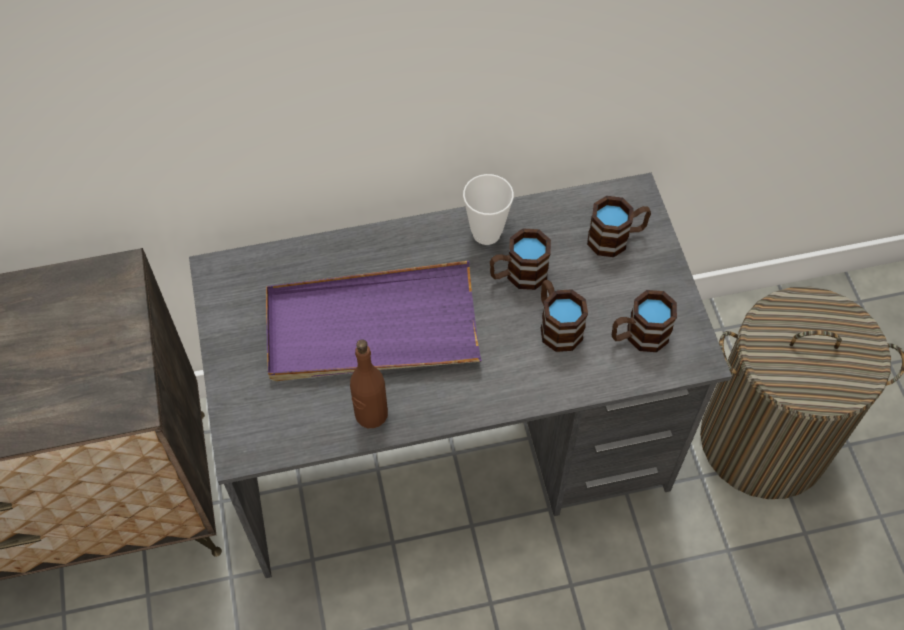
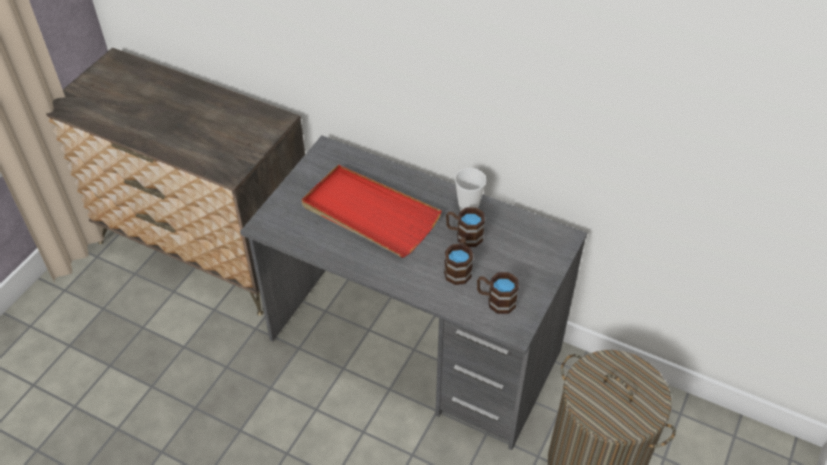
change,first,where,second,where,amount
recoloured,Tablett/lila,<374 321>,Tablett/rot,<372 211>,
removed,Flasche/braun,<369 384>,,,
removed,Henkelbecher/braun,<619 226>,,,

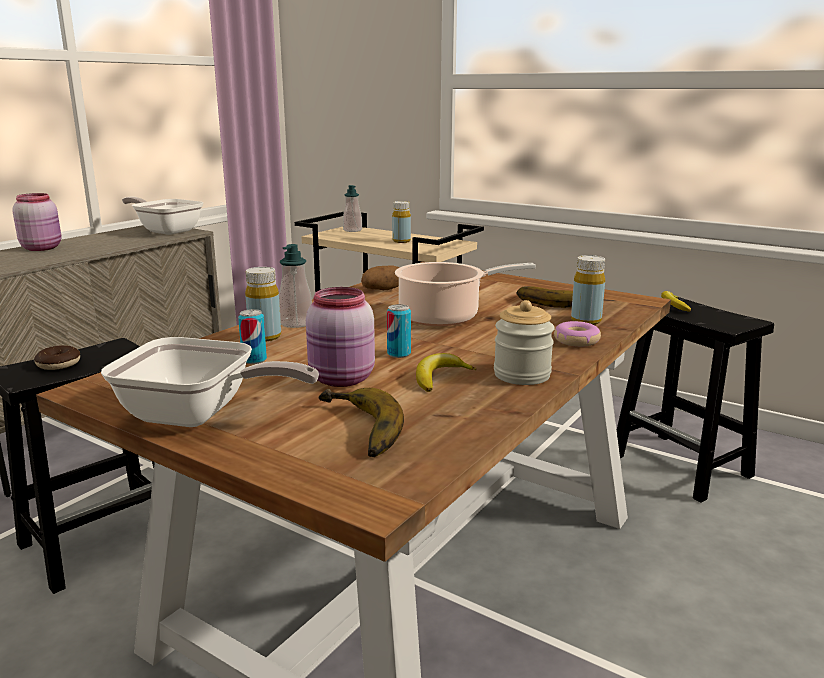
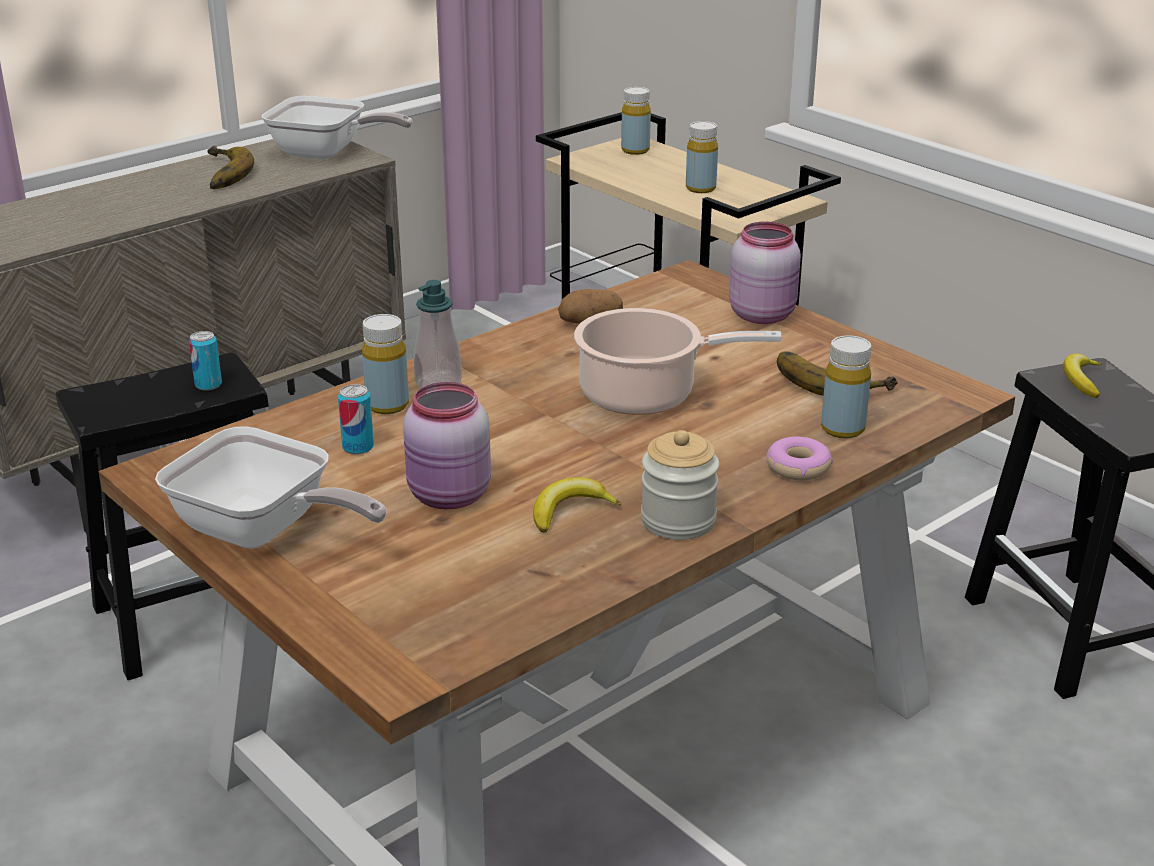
change,first,where,second,where,amount
moved,Vorratsglas/rosa,<36 222>,,<765 273>,
removed,Donut,<57 357>,,,
turned,Pfanne,<162 216>,,<337 127>,150 degrees clockwise
moved,Banane,<361 422>,,<230 167>,
replaced,Seifenspender,<352 208>,Flasche/gelb,<636 121>,
moved,Dose,<399 331>,,<205 361>,

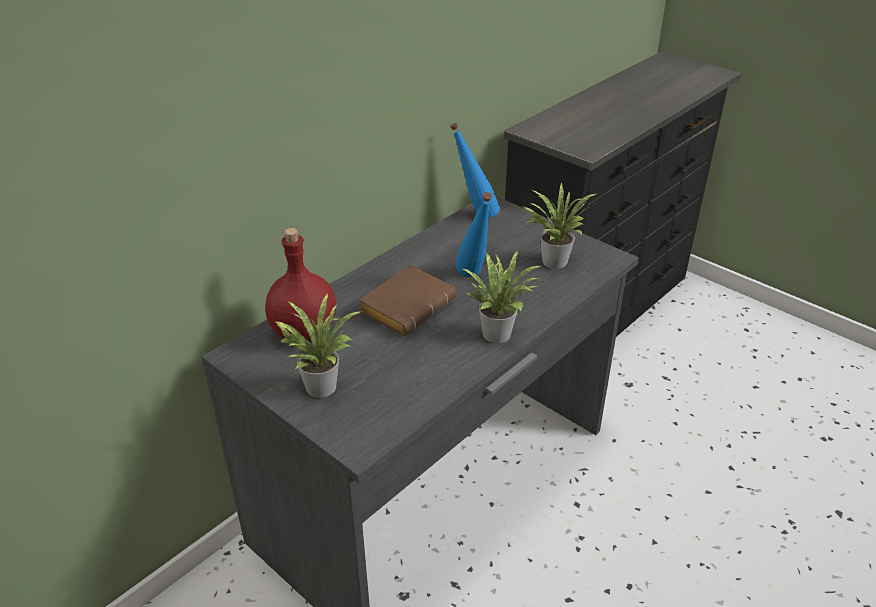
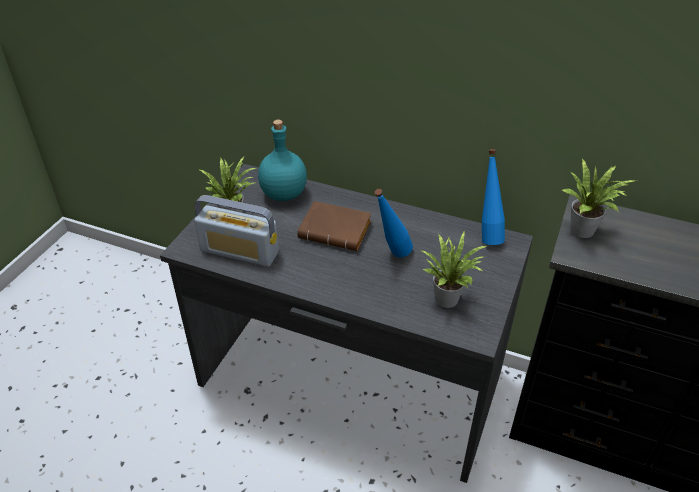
change,first,where,second,where,amount
recoloured,Flasche/rot,<300 285>,Flasche/türkis,<282 160>,
moved,Topfpflanze,<501 297>,,<599 198>,
added,,,Radio,<236 231>,

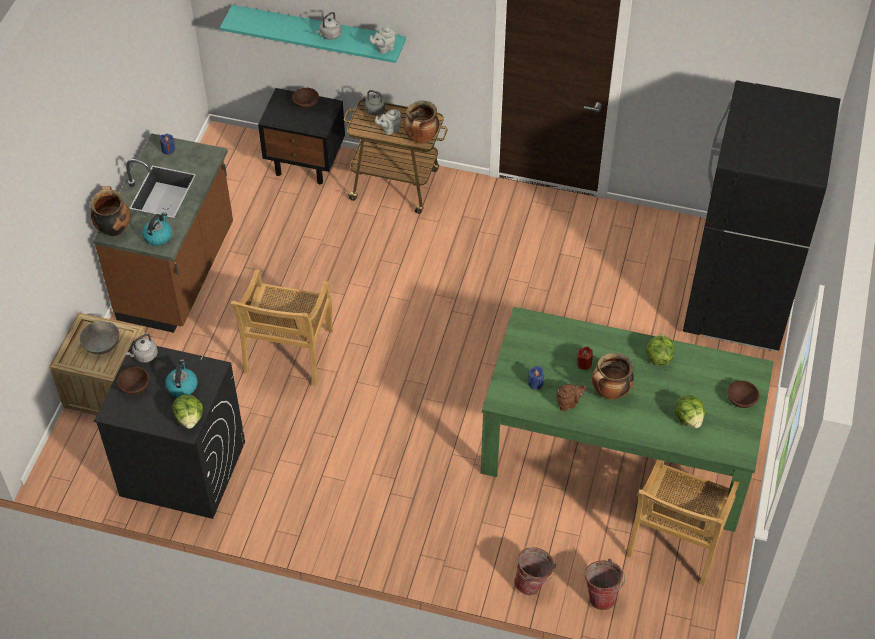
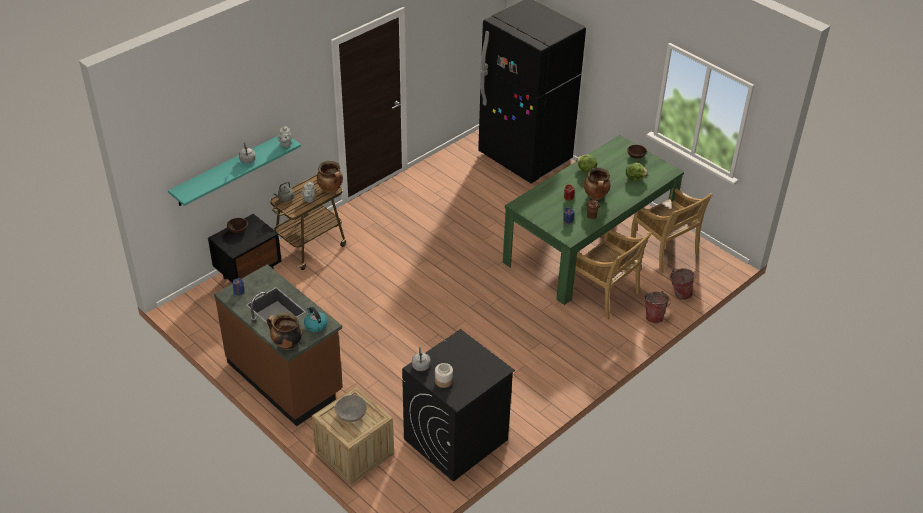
change,first,where,second,where,amount
replaced,Schüssel/braun,<133 380>,Vorratsglas,<444 375>,
removed,Wasserkessel,<181 378>,,,
removed,Salatkopf,<187 411>,,,
moved,Stuhl/beige,<282 327>,,<612 274>,

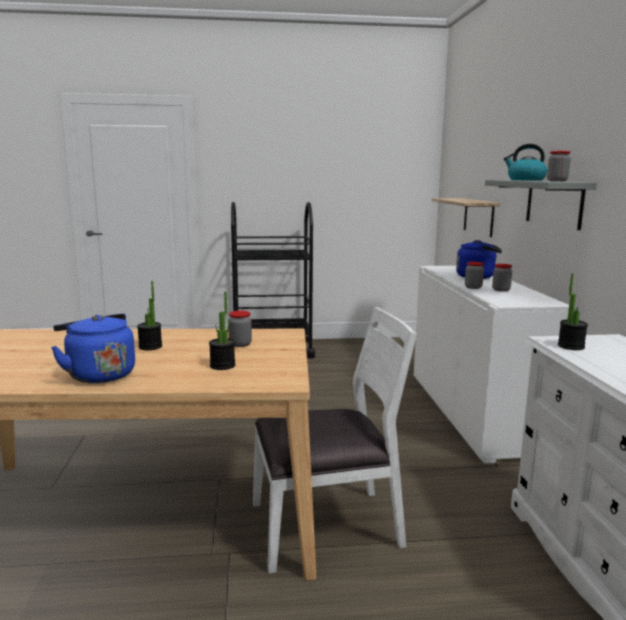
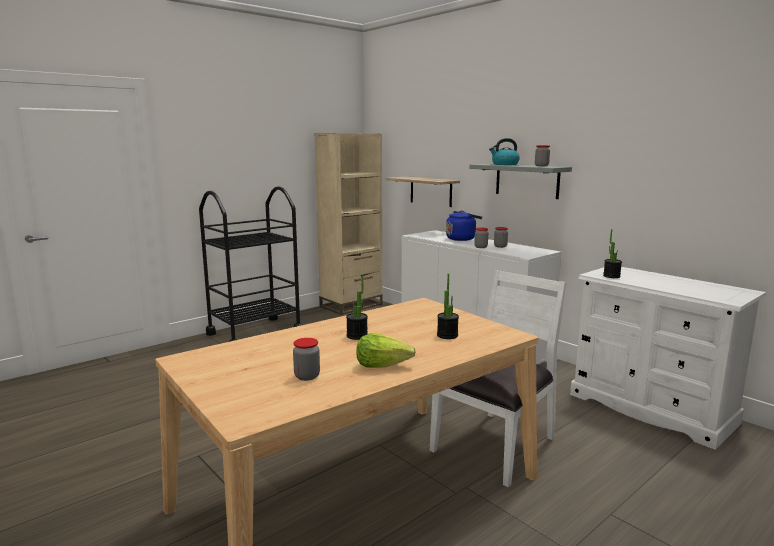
change,first,where,second,where,amount
replaced,Wasserkessel/blau,<93 348>,Salatkopf,<386 350>,
moved,Vorratsglas,<240 329>,,<306 359>,
added,,,Bücherregal/beige,<348 224>,

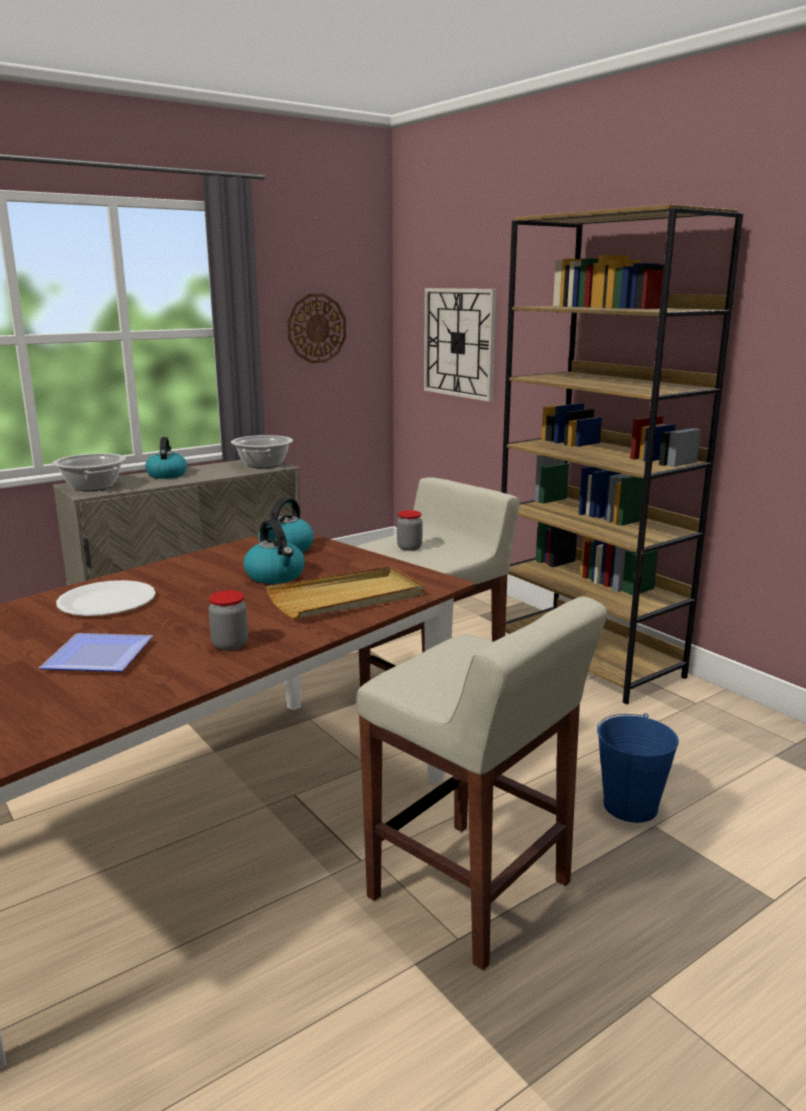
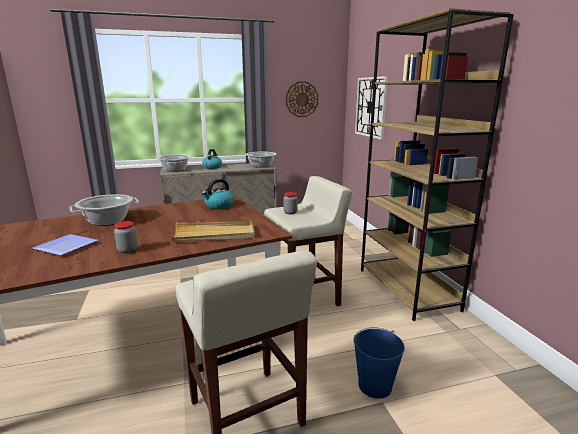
change,first,where,second,where,amount
replaced,Teller/weiß,<106 598>,Kochtopf,<104 210>,
removed,Wasserkessel,<274 551>,,,

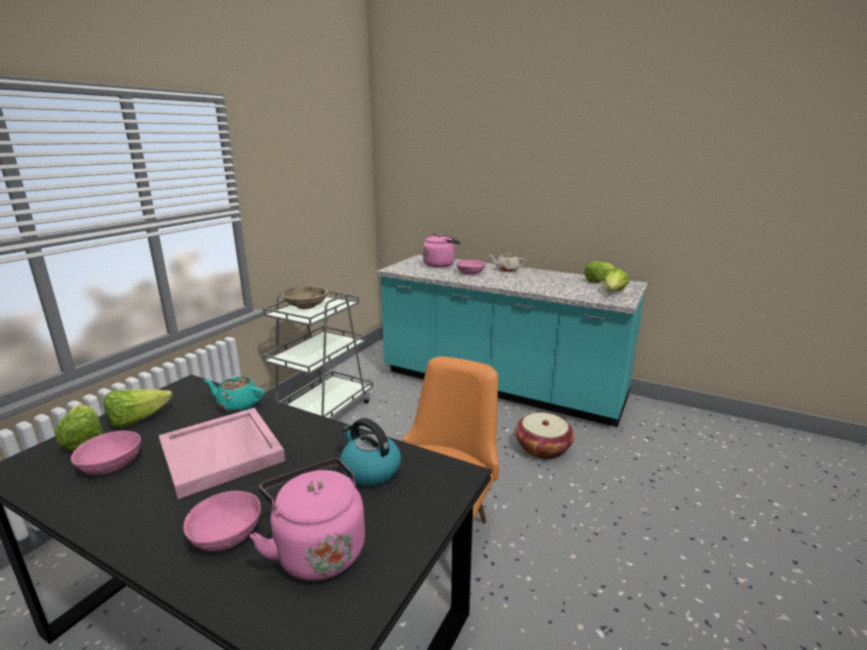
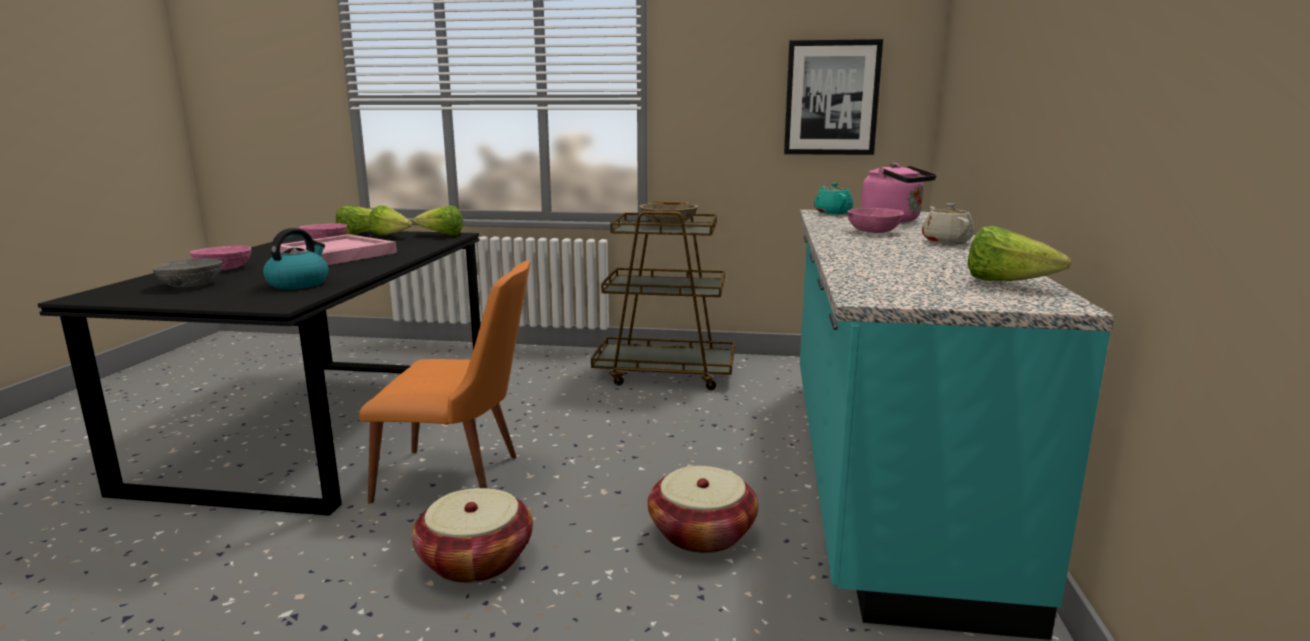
change,first,where,second,where,amount
moved,Teekanne/türkis,<234 394>,,<833 198>,
replaced,Wasserkessel/rosa,<307 519>,Schüssel/grau,<187 273>,
recoloured,Rollwagen/grau,<318 352>,Rollwagen/braun,<663 295>,
moved,Salatkopf,<616 280>,,<438 221>,
added,,,Korb,<472 535>,
added,,,Bild,<833 97>,

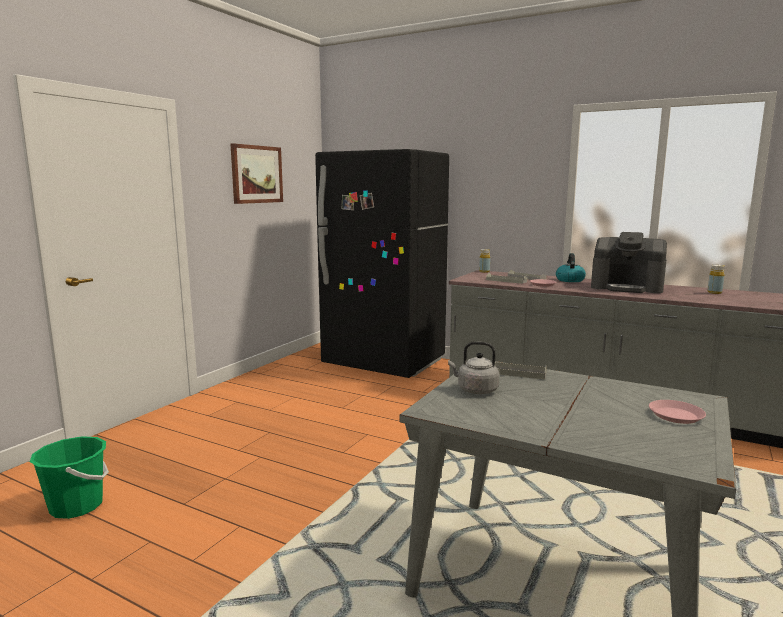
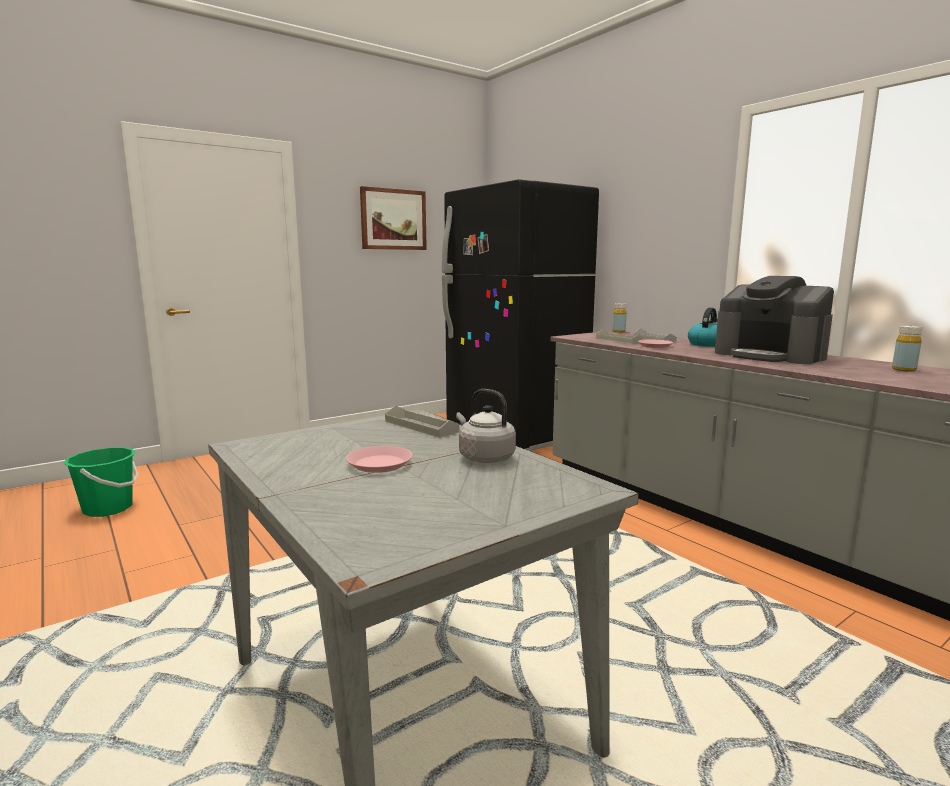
change,first,where,second,where,amount
moved,Wasserkessel/grau,<473 367>,,<486 426>,
moved,Teller/rosa,<677 412>,,<379 459>,

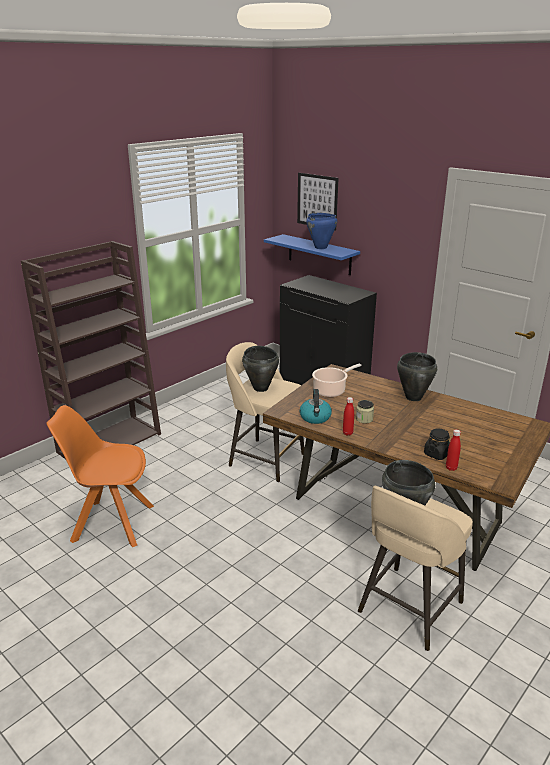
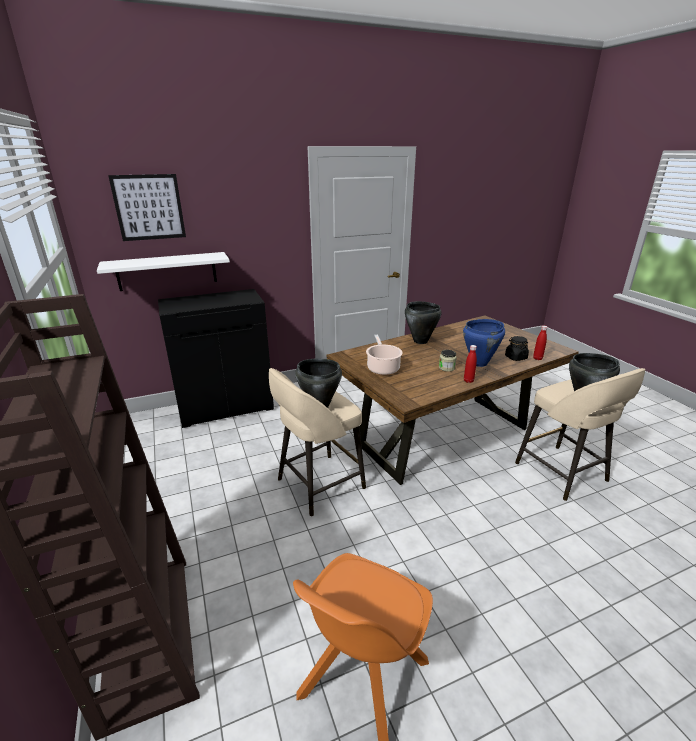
change,first,where,second,where,amount
recoloured,Wandregal/blau,<312 254>,Wandregal/weiß,<163 271>,
removed,Wasserkessel,<316 406>,,,
moved,Kochtopf/blau,<321 231>,,<484 343>,

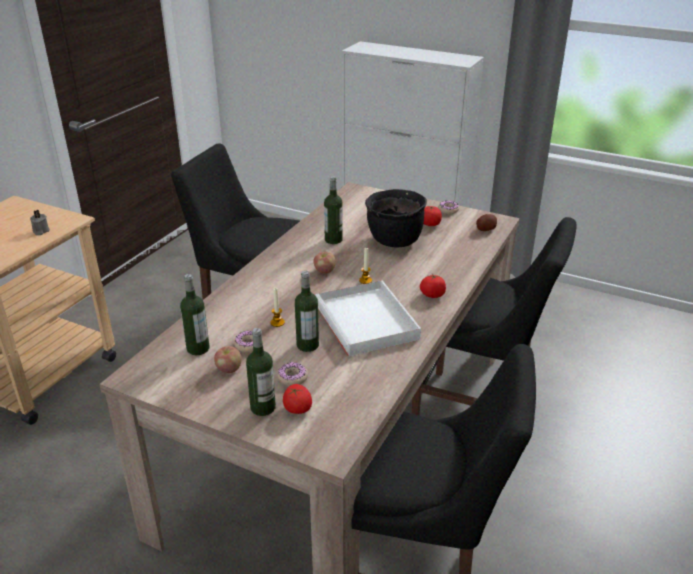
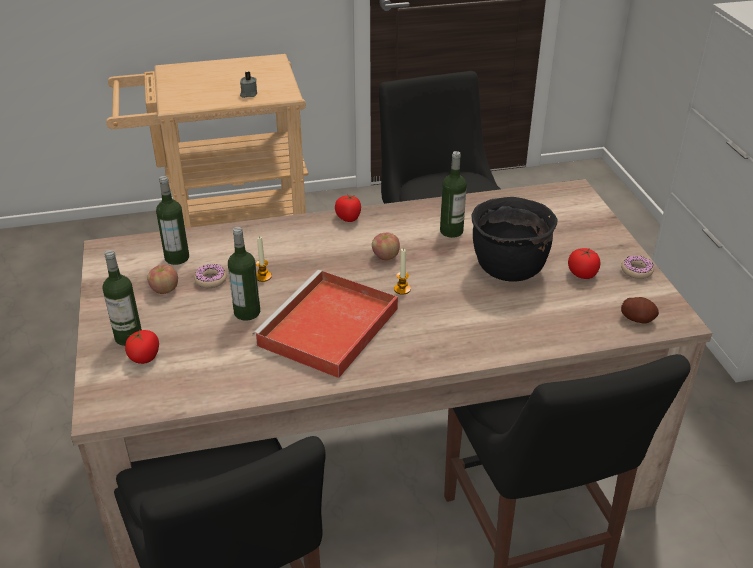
change,first,where,second,where,amount
removed,Donut,<293 374>,,,
recoloured,Tablett/weiß,<368 318>,Tablett/rot,<325 324>,
moved,Tomate,<433 286>,,<348 208>,

